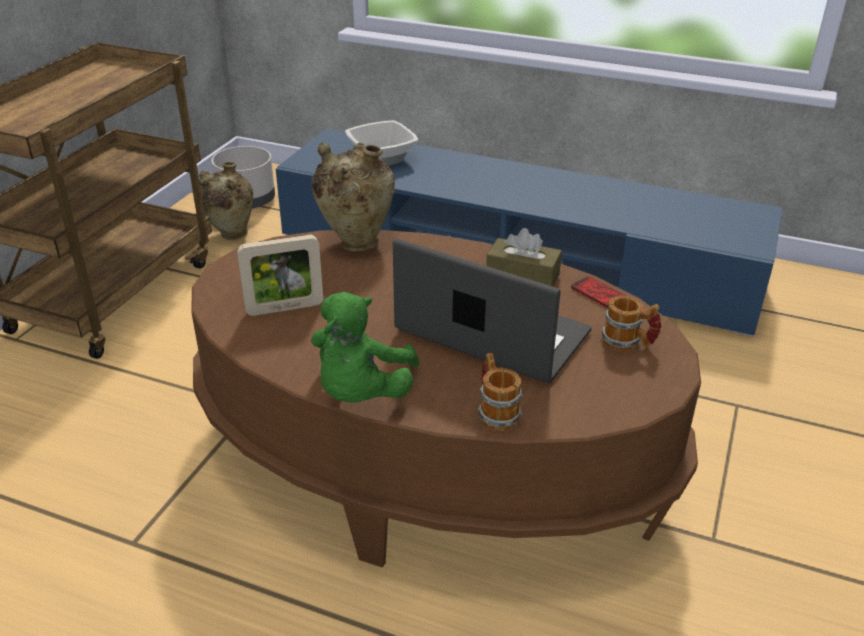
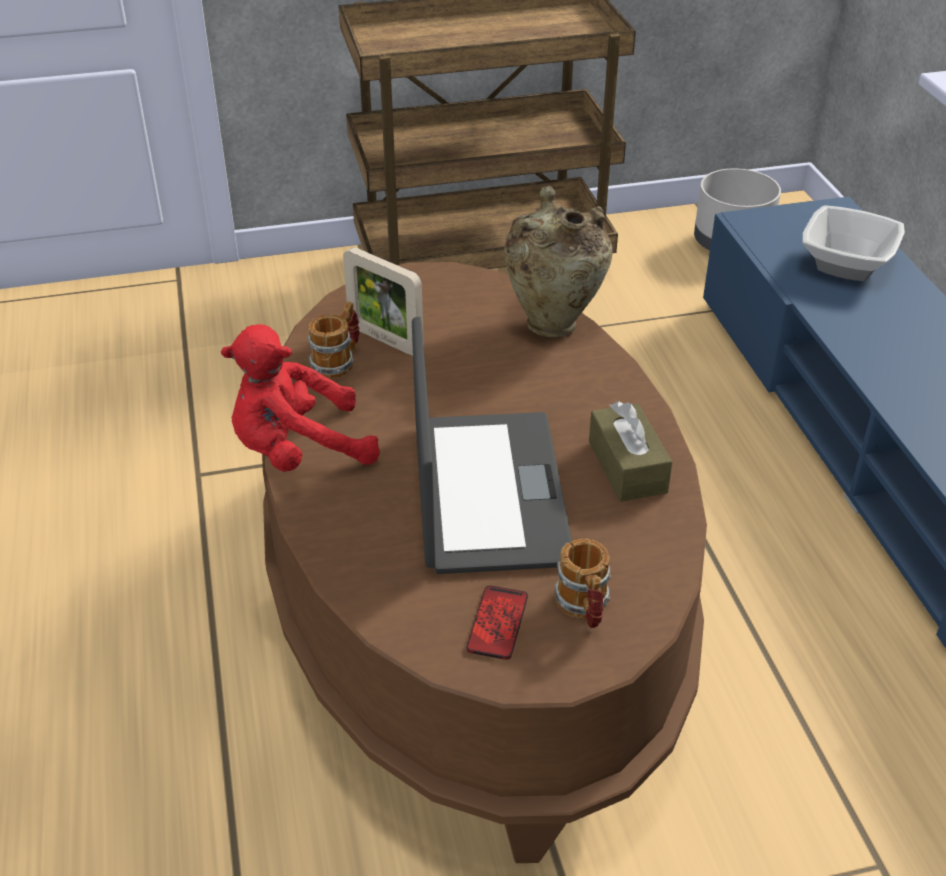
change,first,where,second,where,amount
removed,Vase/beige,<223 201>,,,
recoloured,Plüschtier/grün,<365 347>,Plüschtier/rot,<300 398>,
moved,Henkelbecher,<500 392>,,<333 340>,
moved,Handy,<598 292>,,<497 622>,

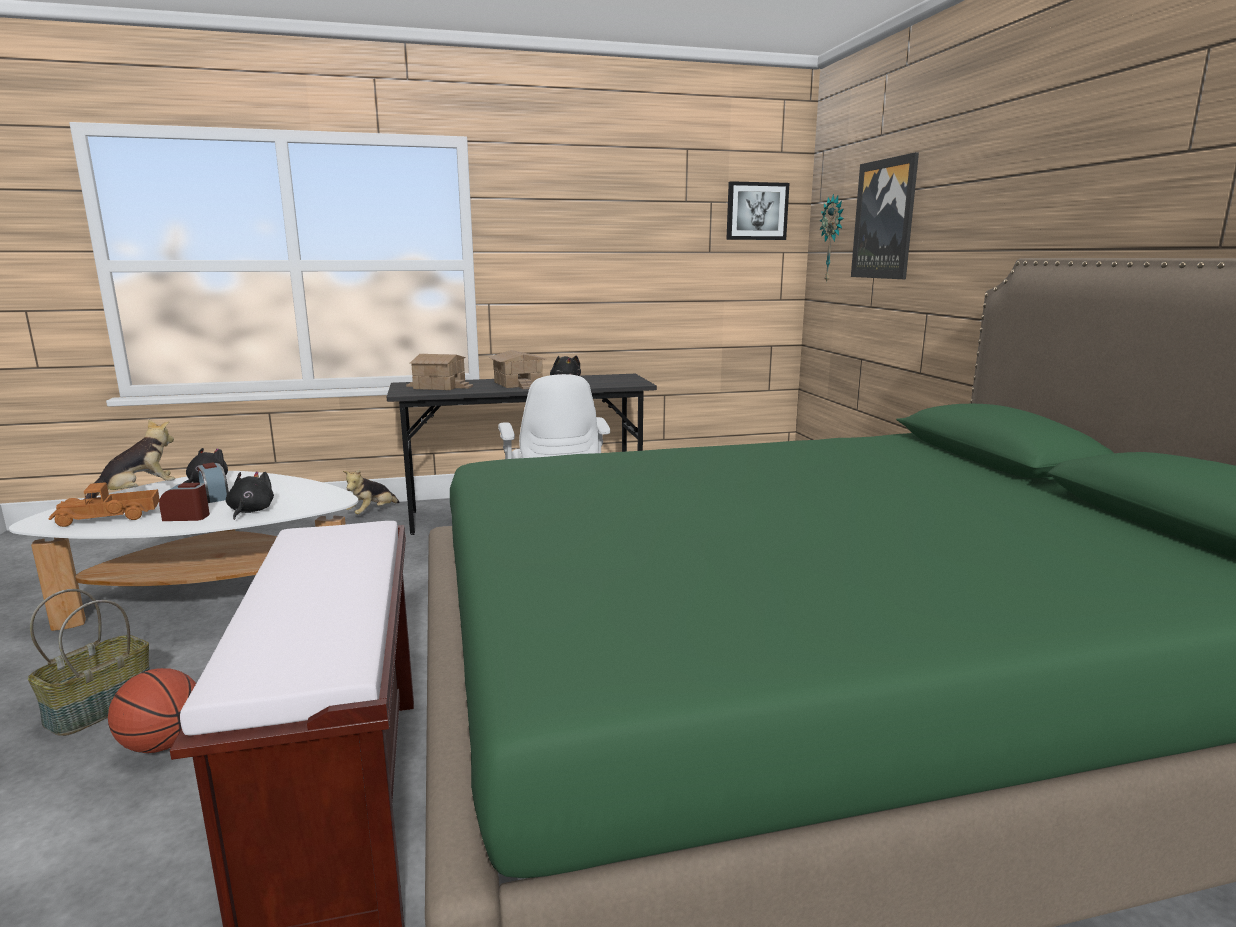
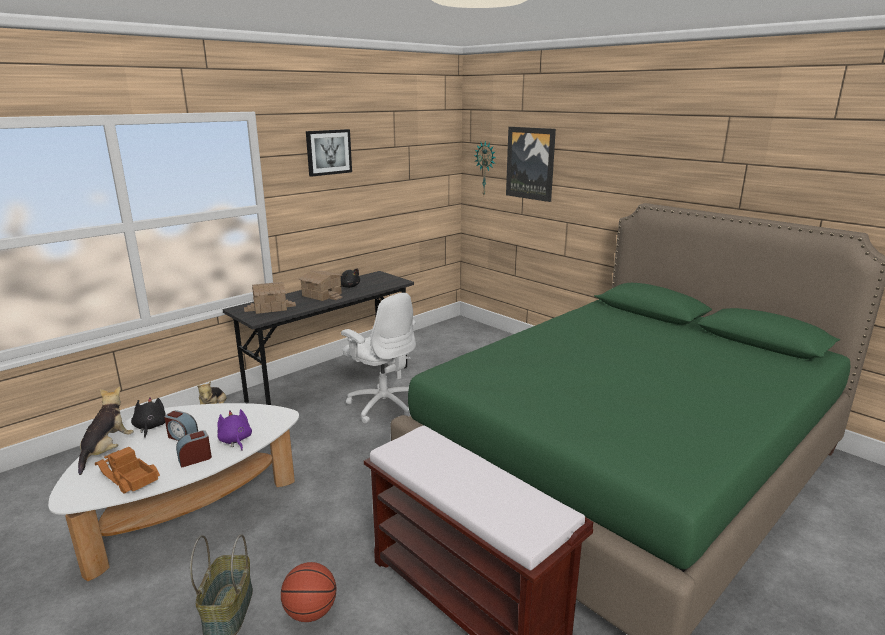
change,first,where,second,where,amount
turned,Spielzeuglaster,<104 504>,,<127 470>,90 degrees clockwise
recoloured,Plüschtier/schwarz,<250 496>,Plüschtier/lila,<234 430>,
moved,Bild,<757 210>,,<329 153>,

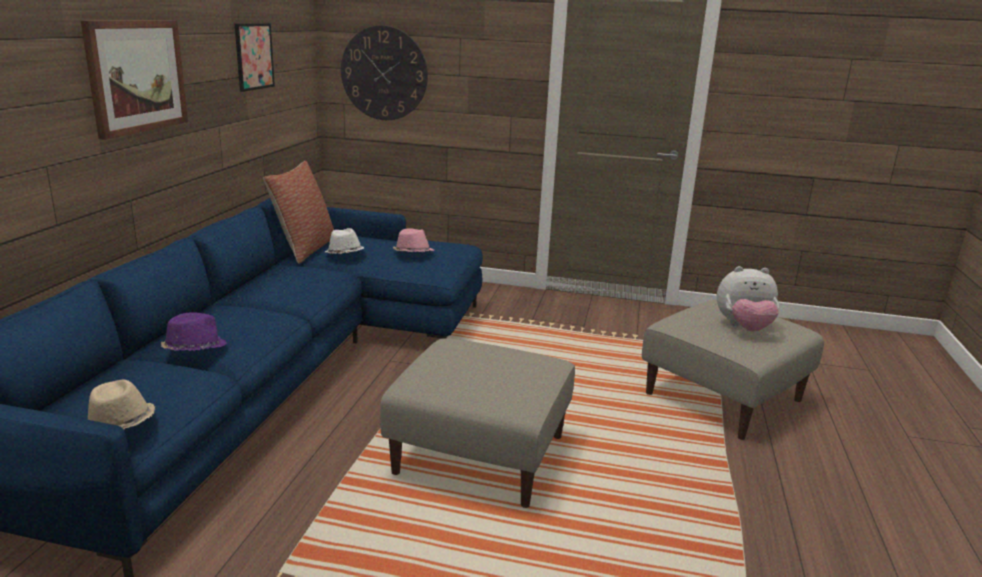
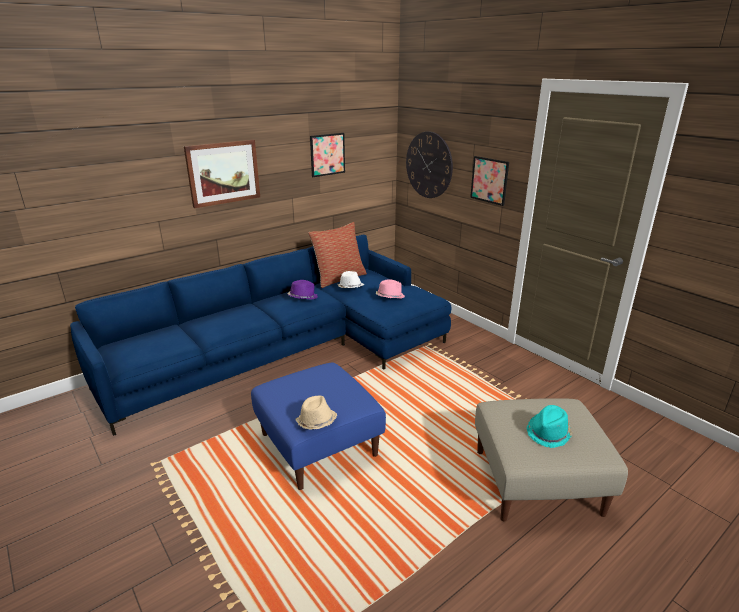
change,first,where,second,where,amount
moved,Hut/beige,<122 405>,,<316 412>,
moved,Hut/lila,<194 332>,,<302 290>,
recoloured,Polsterhocker/beige,<477 423>,Polsterhocker/blau,<318 426>,
replaced,Plüschtier,<748 299>,Hut/türkis,<549 426>,
added,,,Bild,<489 181>,

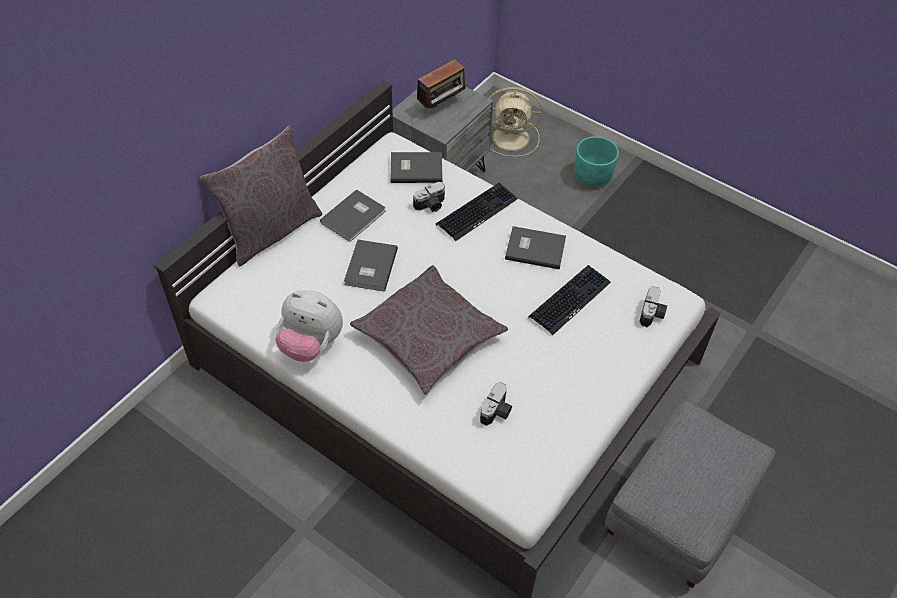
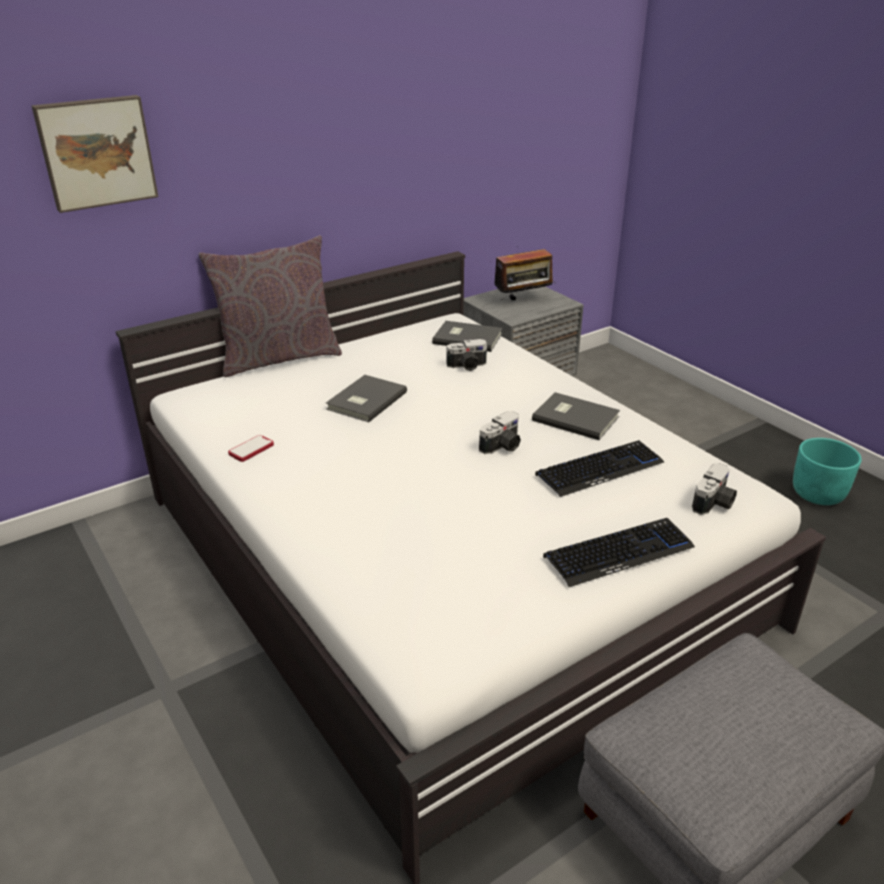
change,first,where,second,where,amount
replaced,Plüschtier,<309 326>,Handy,<251 448>,
removed,Buch/grau,<353 215>,,,
removed,Kissen/grau,<429 330>,,,
moved,Tastatur,<477 212>,,<619 552>,
moved,Kamera,<496 404>,,<500 432>,
removed,Ventilator/beige,<515 122>,,,
moved,Pflanzkübel/türkis,<597 161>,,<827 471>,
added,,,Bild,<95 154>,

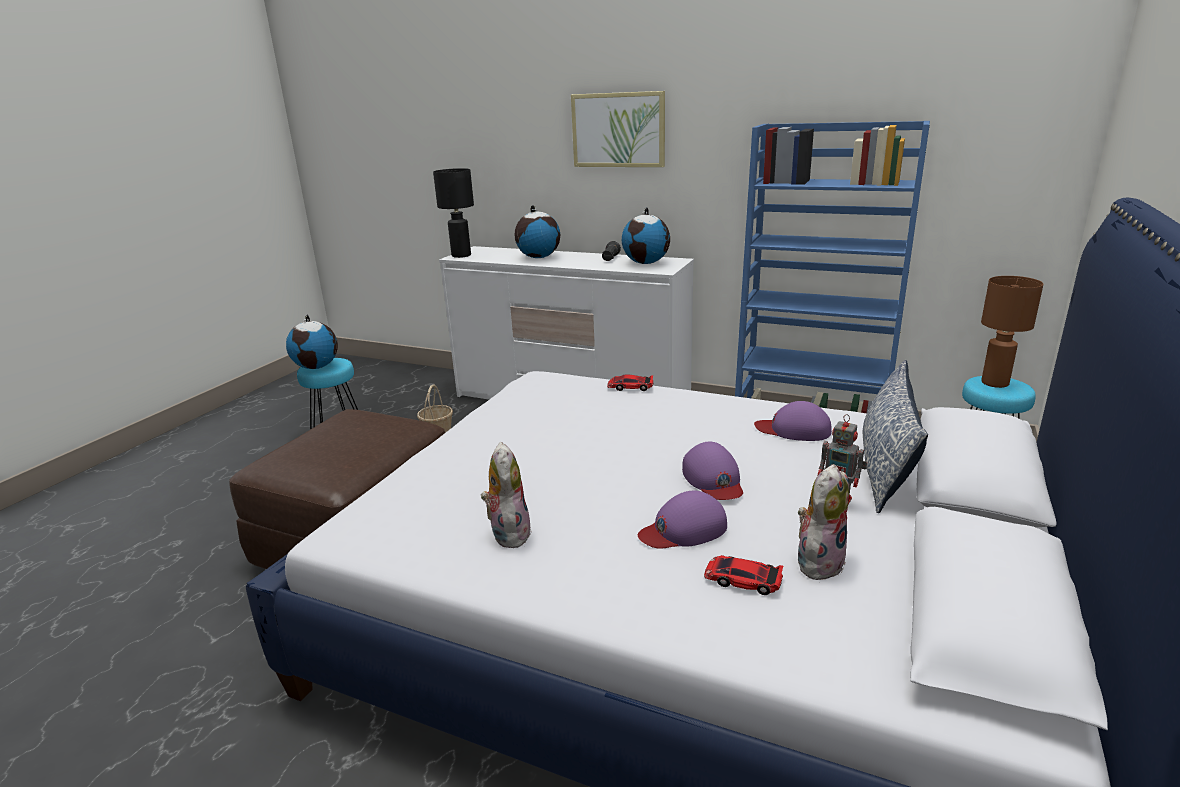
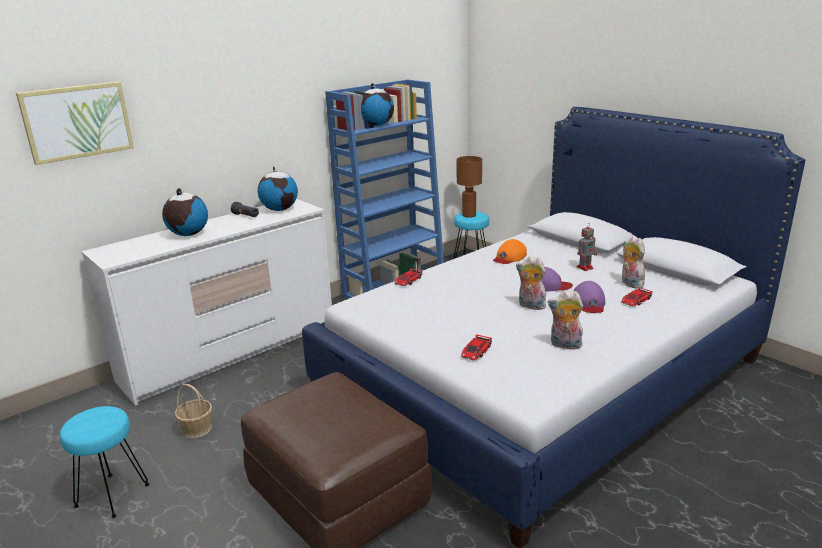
change,first,where,second,where,amount
moved,Globus,<312 342>,,<377 104>,
removed,Tischlampe/schwarz,<453 213>,,,
moved,Bild,<618 129>,,<75 123>,
recoloured,Kappe/lila,<793 421>,Kappe/orange,<510 251>,
removed,Kissen,<895 436>,,,
added,,,Spielzeugauto,<476 347>,
added,,,Plüschtier,<531 283>,

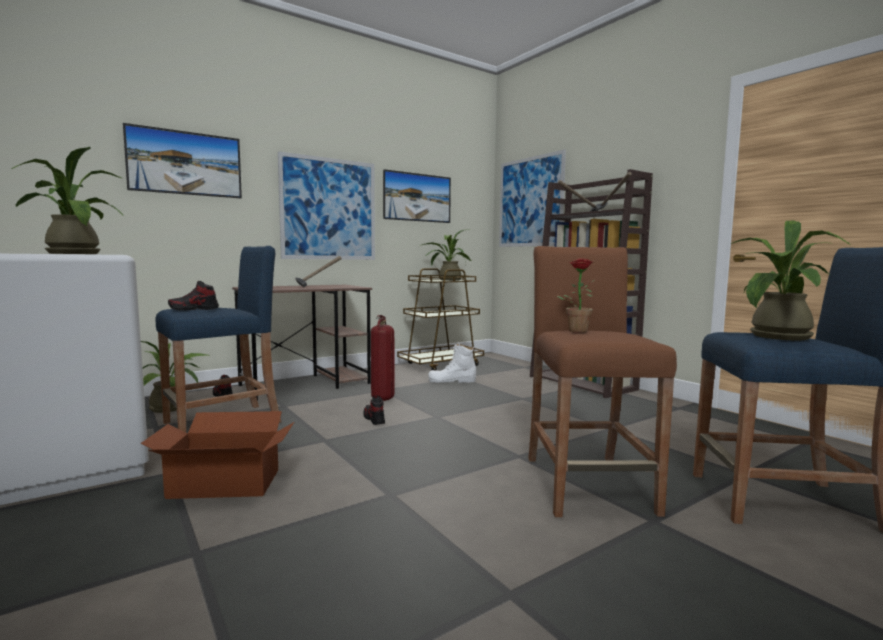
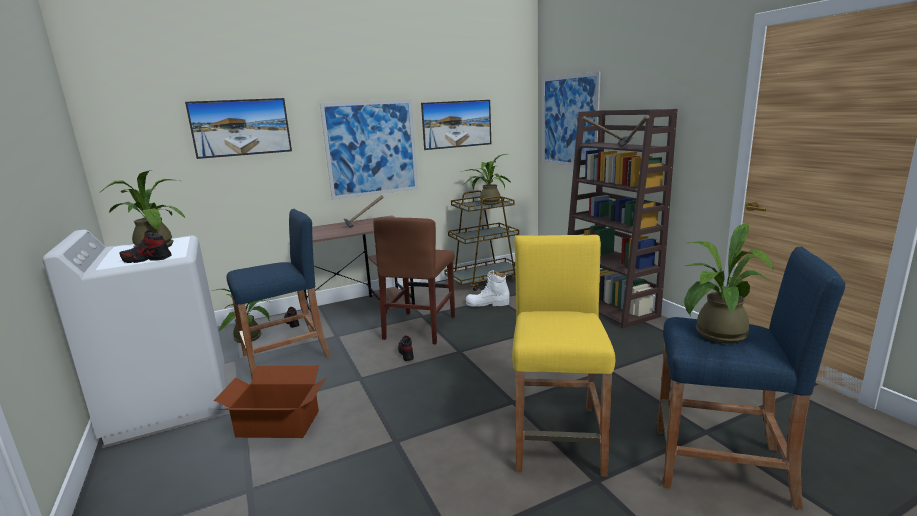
change,first,where,second,where,amount
moved,Schuh,<193 296>,,<145 247>,
replaced,Feuerlöscher,<382 358>,Stuhl/braun,<414 280>,
recoloured,Hocker/braun,<602 381>,Hocker/gelb,<563 356>,
removed,Topfpflanze,<575 295>,,,

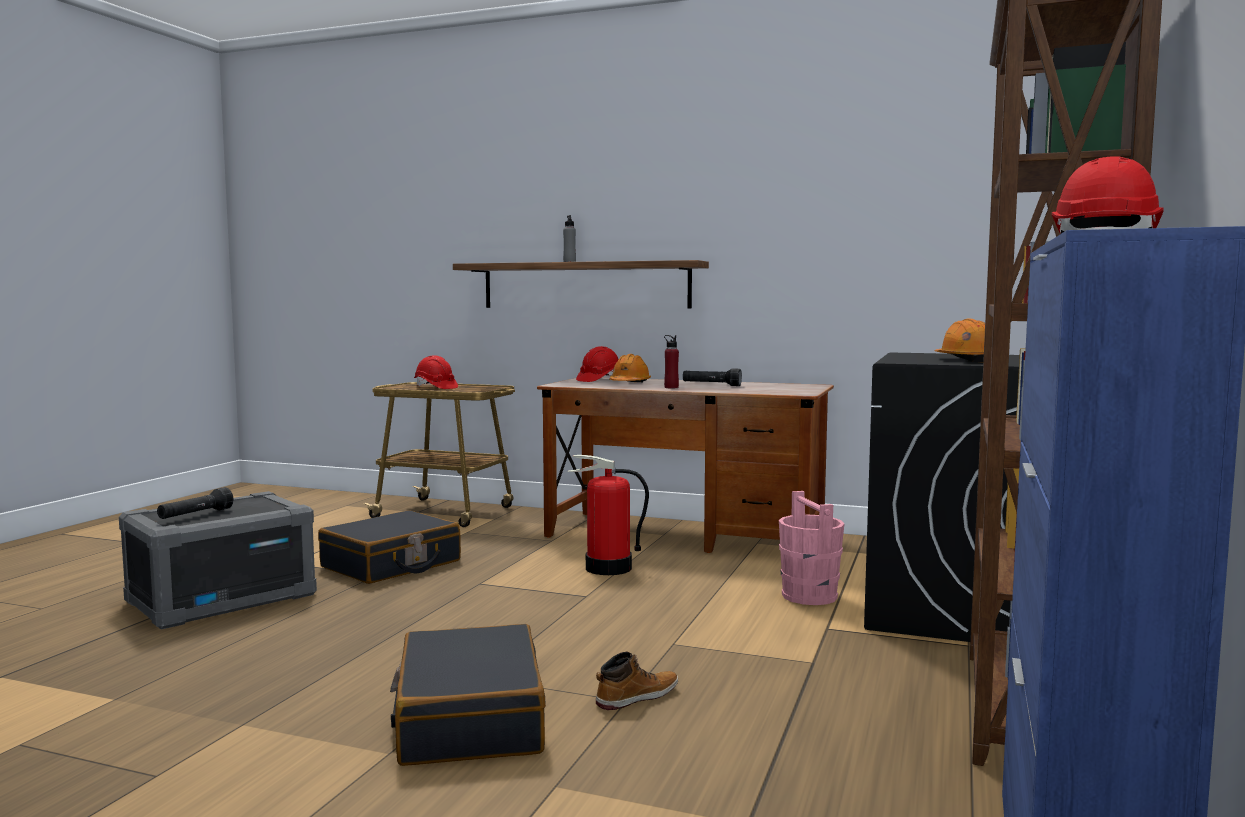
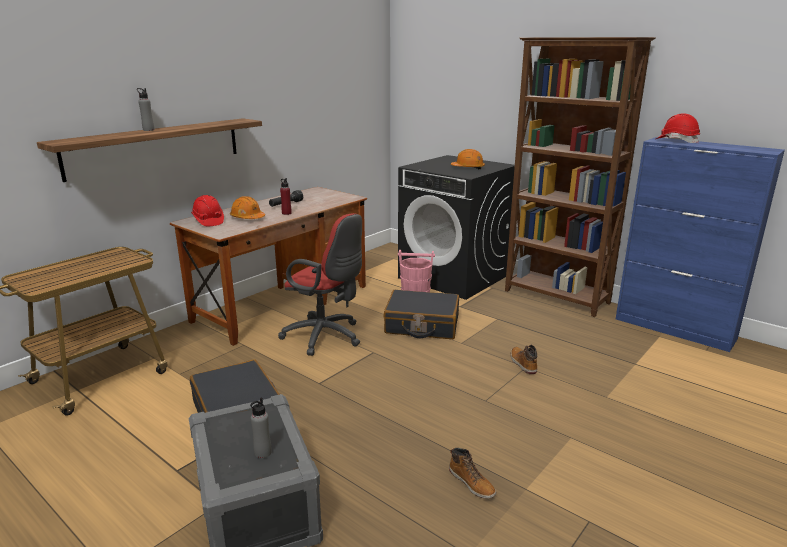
change,first,where,second,where,amount
replaced,Taschenlampe/schwarz,<195 503>,Flasche/grau,<261 427>,
moved,Koffer/schwarz,<468 695>,,<421 314>,
removed,Schutzhelm/rot,<436 372>,,,
replaced,Feuerlöscher,<608 515>,Bürostuhl/rot,<320 284>,
added,,,Stiefel,<472 473>,

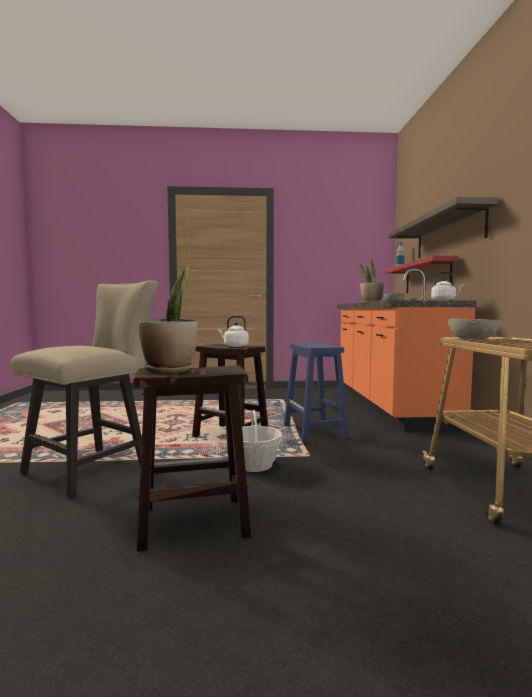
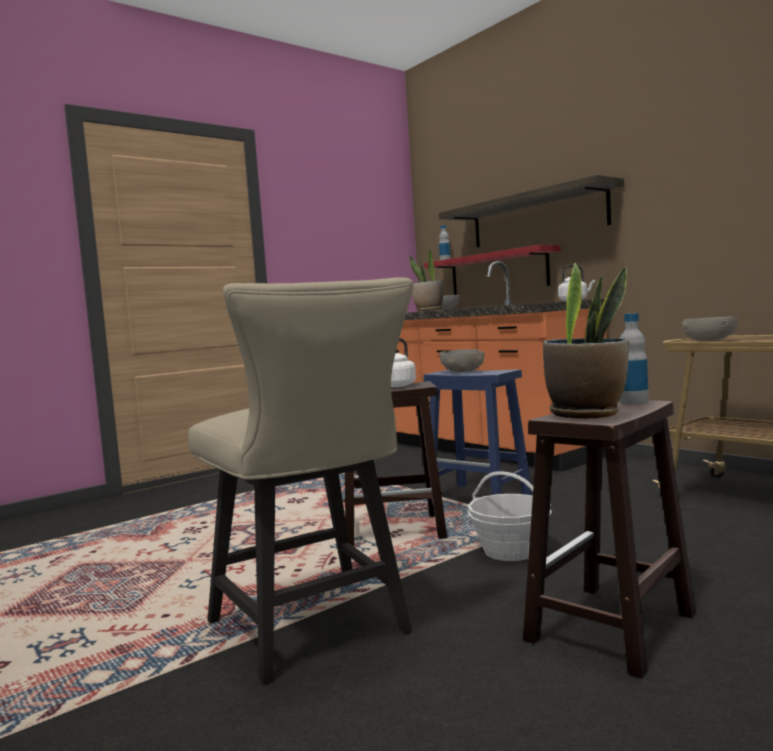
change,first,where,second,where,amount
turned,Stuhl/beige,<84 389>,,<300 481>,150 degrees clockwise
added,,,Schüssel/grau,<462 361>,
added,,,Flasche,<634 359>,

